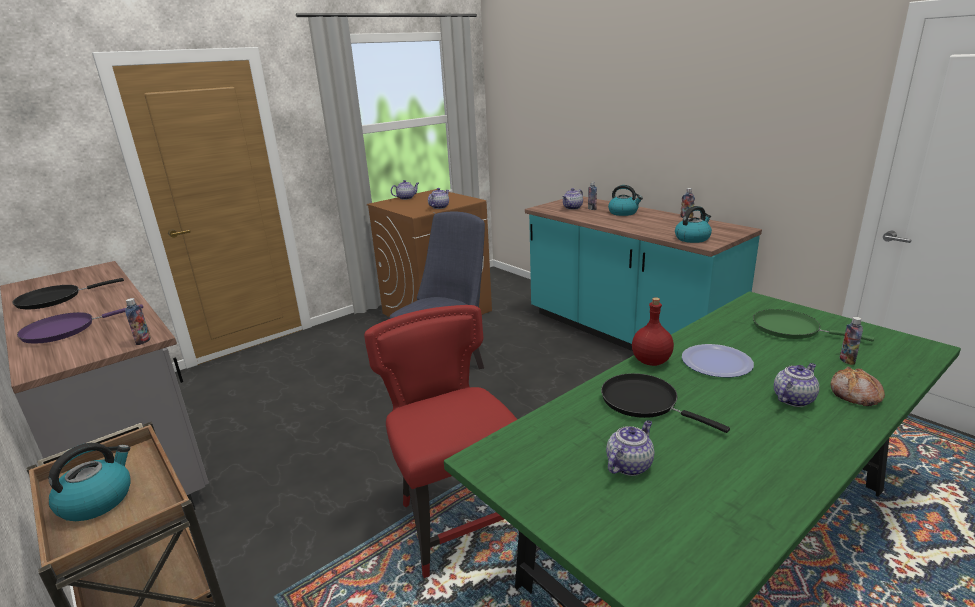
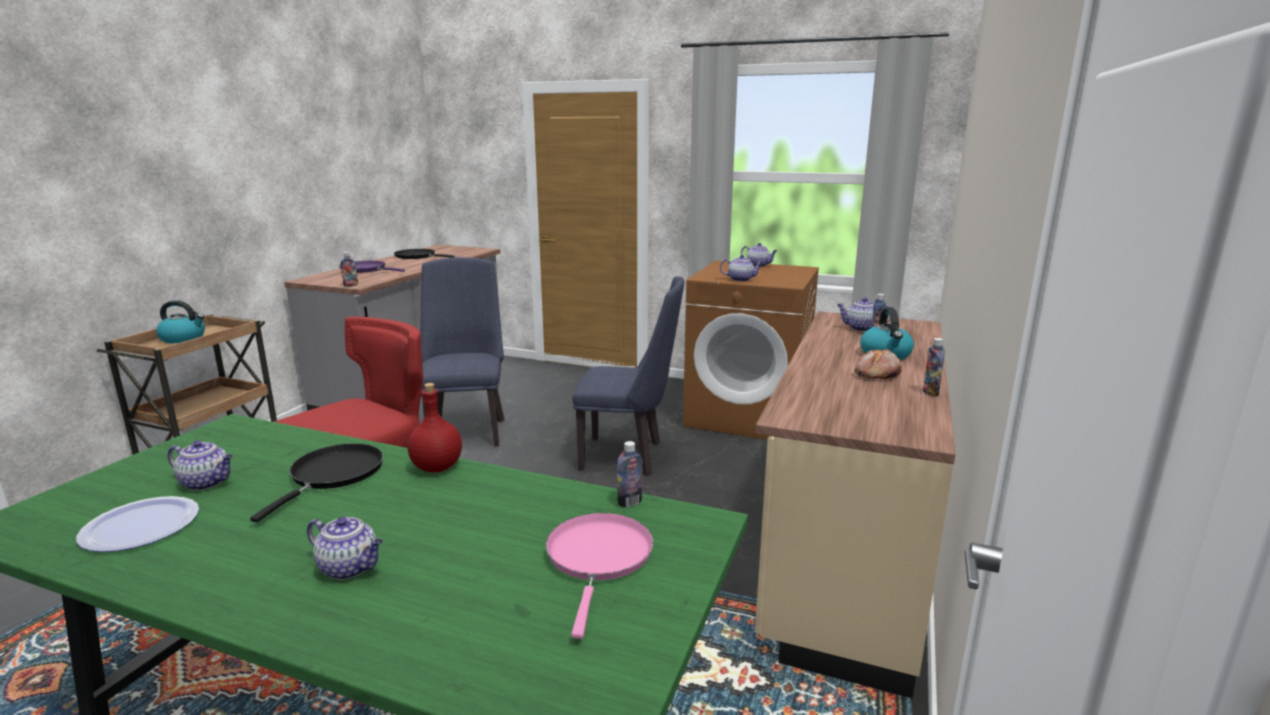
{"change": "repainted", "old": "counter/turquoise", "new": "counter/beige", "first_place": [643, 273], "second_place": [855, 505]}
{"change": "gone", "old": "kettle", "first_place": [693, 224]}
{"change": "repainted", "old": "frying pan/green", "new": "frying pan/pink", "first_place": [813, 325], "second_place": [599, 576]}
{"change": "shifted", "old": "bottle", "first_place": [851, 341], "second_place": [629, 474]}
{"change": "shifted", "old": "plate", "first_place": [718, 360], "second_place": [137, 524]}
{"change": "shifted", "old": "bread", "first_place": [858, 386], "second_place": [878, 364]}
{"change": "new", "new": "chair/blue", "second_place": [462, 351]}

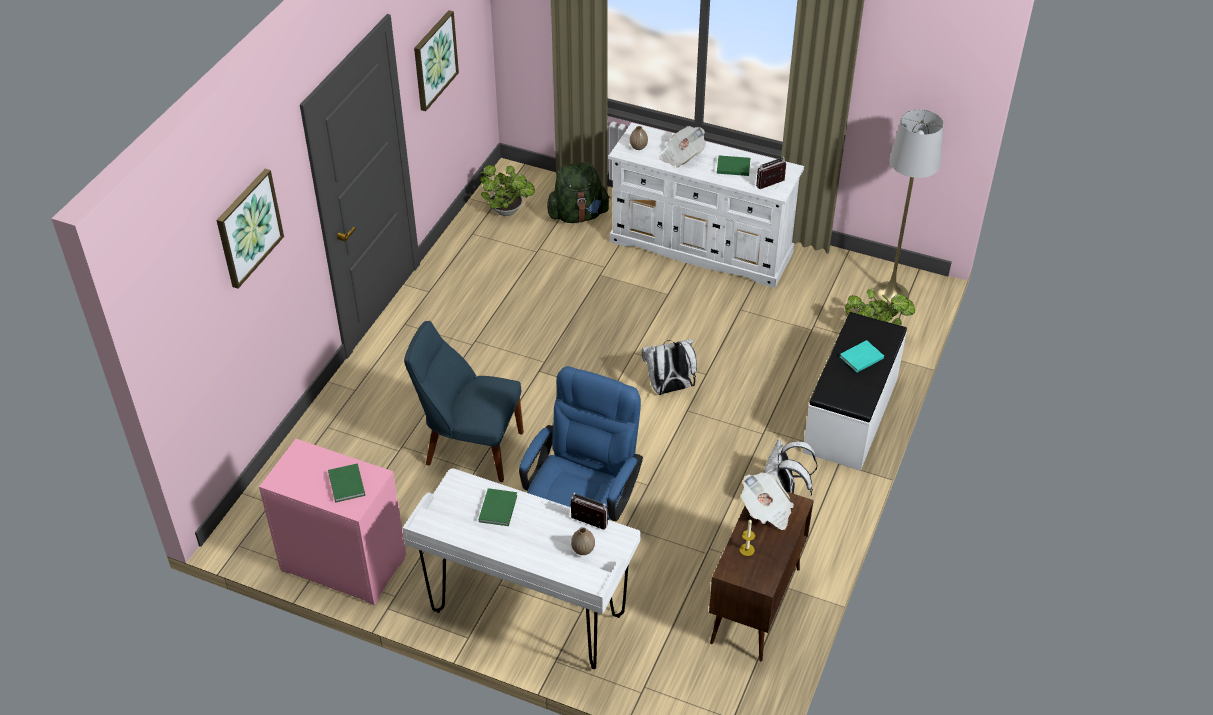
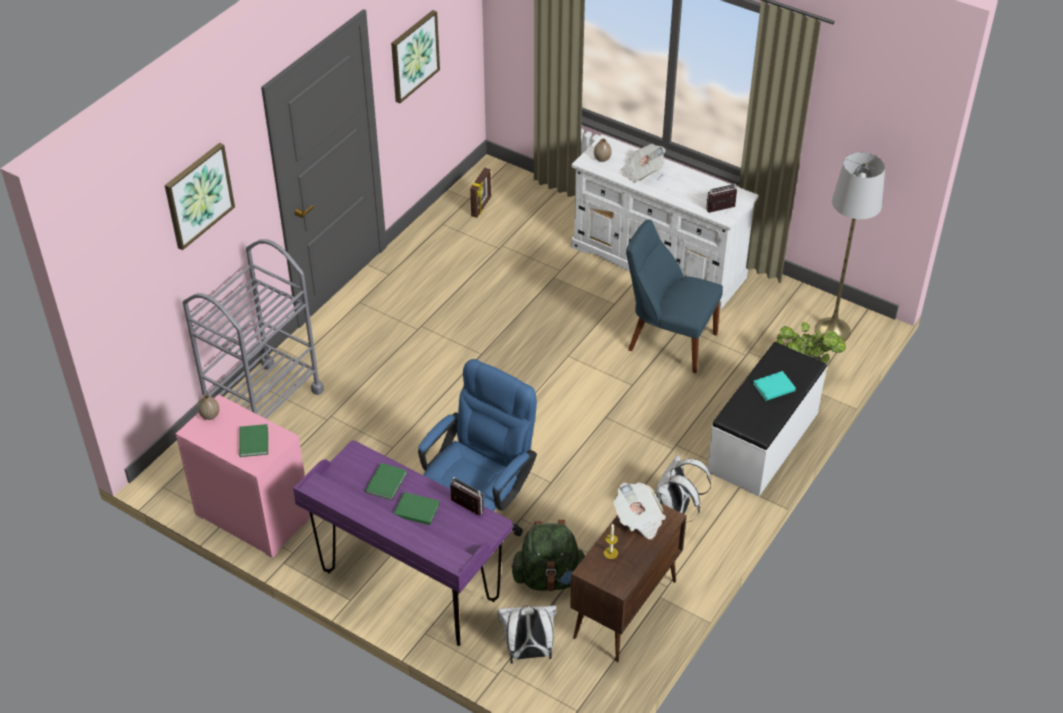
{"change": "shifted", "old": "book/green", "first_place": [733, 165], "second_place": [417, 508]}
{"change": "shifted", "old": "backpack/green", "first_place": [578, 192], "second_place": [548, 555]}
{"change": "swapped", "old": "potted plant", "new": "picture frame", "first_place": [507, 190], "second_place": [480, 193]}
{"change": "shifted", "old": "chair/blue", "first_place": [464, 401], "second_place": [674, 296]}
{"change": "shifted", "old": "backpack/white", "first_place": [669, 367], "second_place": [526, 634]}
{"change": "repainted", "old": "desk/white", "new": "desk/purple", "first_place": [522, 568], "second_place": [403, 543]}
{"change": "shifted", "old": "vase", "first_place": [583, 541], "second_place": [208, 407]}
{"change": "new", "new": "cart/grey", "second_place": [253, 329]}

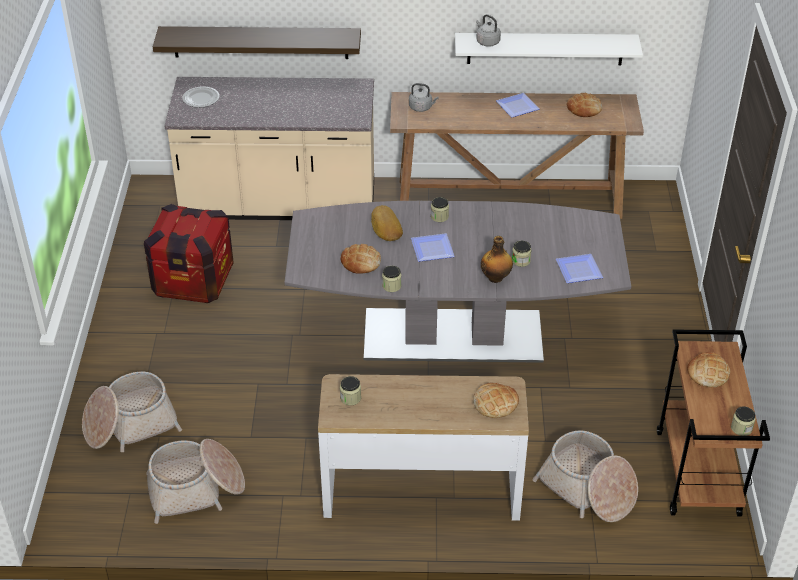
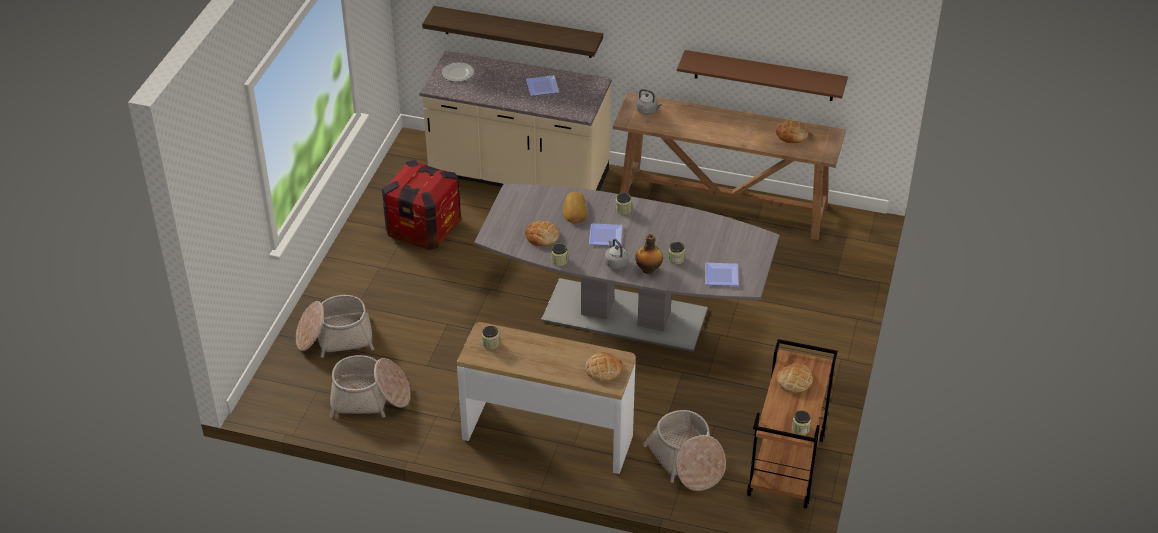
{"change": "shifted", "old": "kettle/grey", "first_place": [488, 30], "second_place": [616, 254]}
{"change": "repainted", "old": "shelf/white", "new": "shelf/brown", "first_place": [549, 49], "second_place": [762, 75]}
{"change": "shifted", "old": "plate", "first_place": [518, 105], "second_place": [542, 85]}

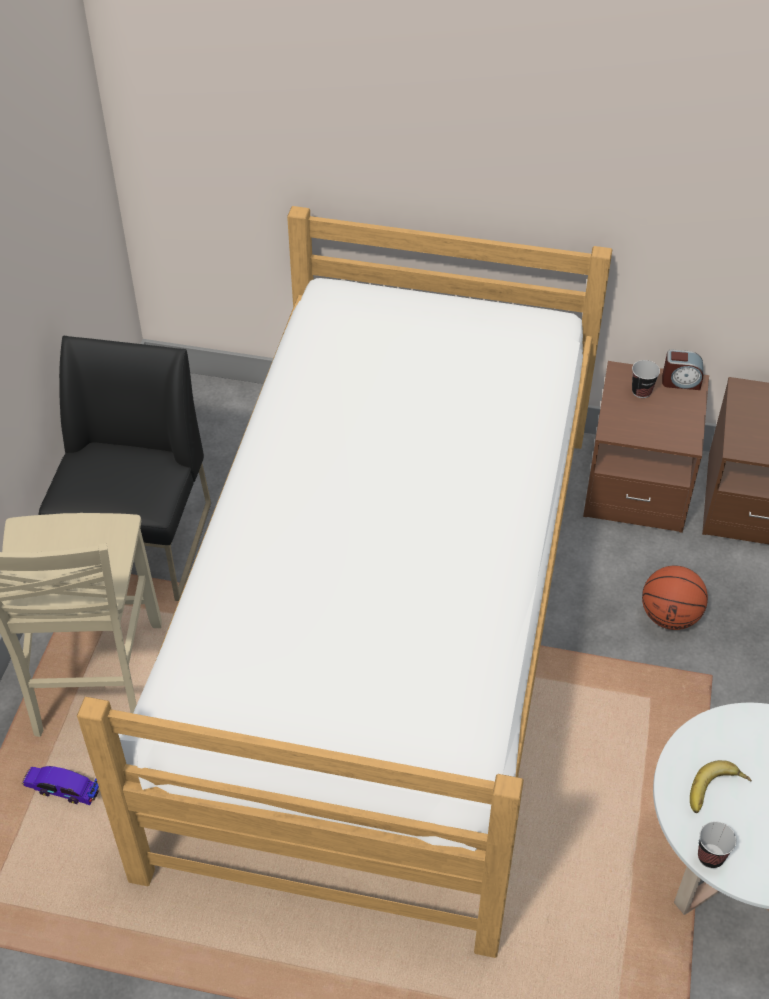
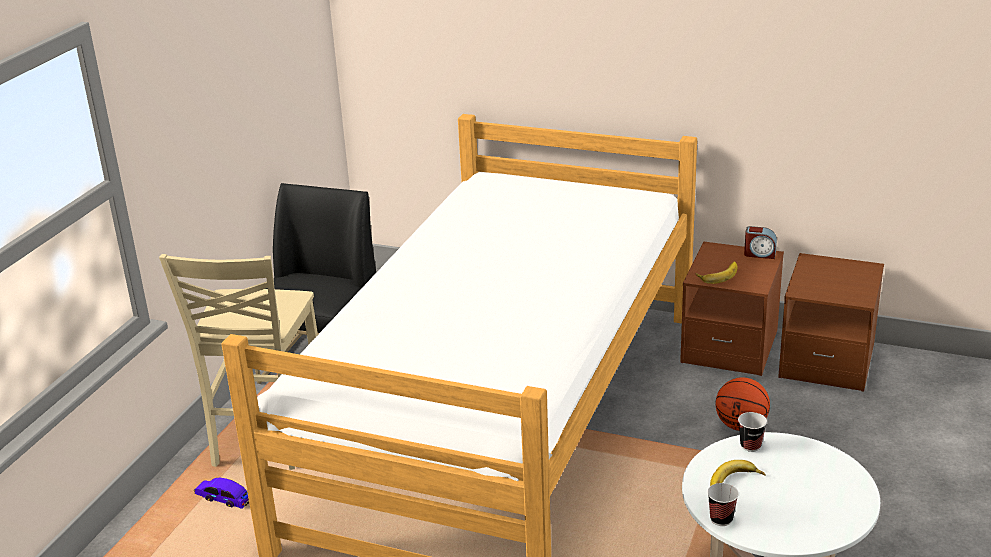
{"change": "shifted", "old": "cup", "first_place": [646, 379], "second_place": [752, 432]}
{"change": "new", "new": "banana", "second_place": [717, 272]}

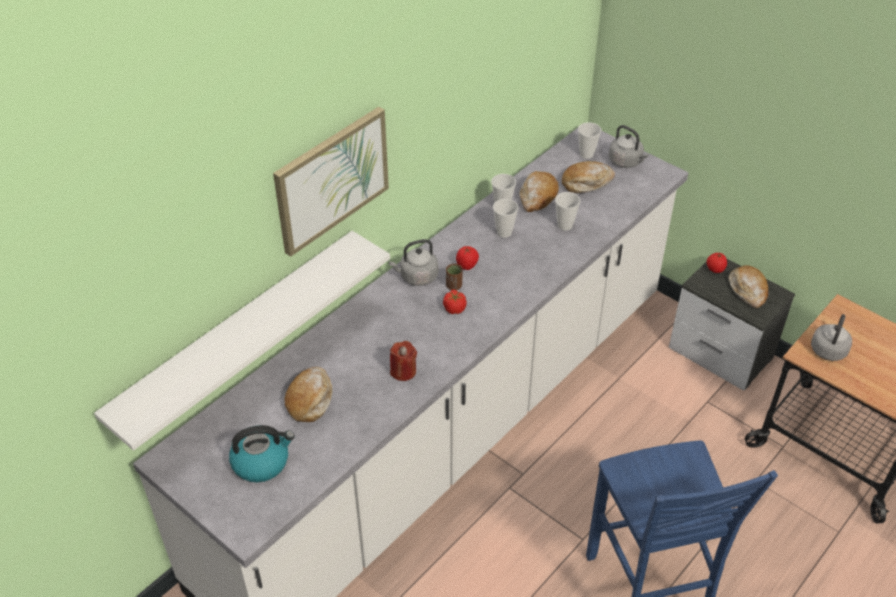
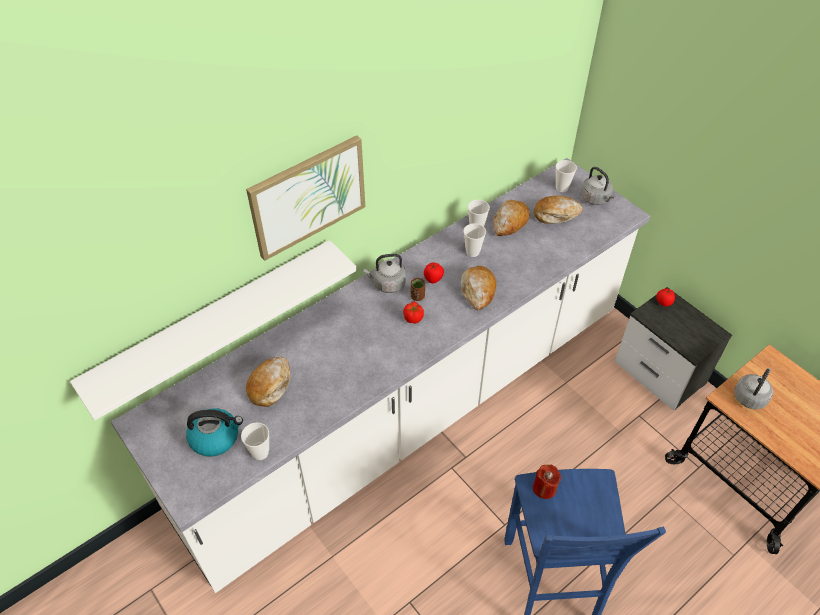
{"change": "shifted", "old": "cup", "first_place": [567, 211], "second_place": [255, 441]}
{"change": "shifted", "old": "bread", "first_place": [748, 286], "second_place": [478, 288]}
{"change": "shifted", "old": "candle/red", "first_place": [403, 361], "second_place": [547, 482]}

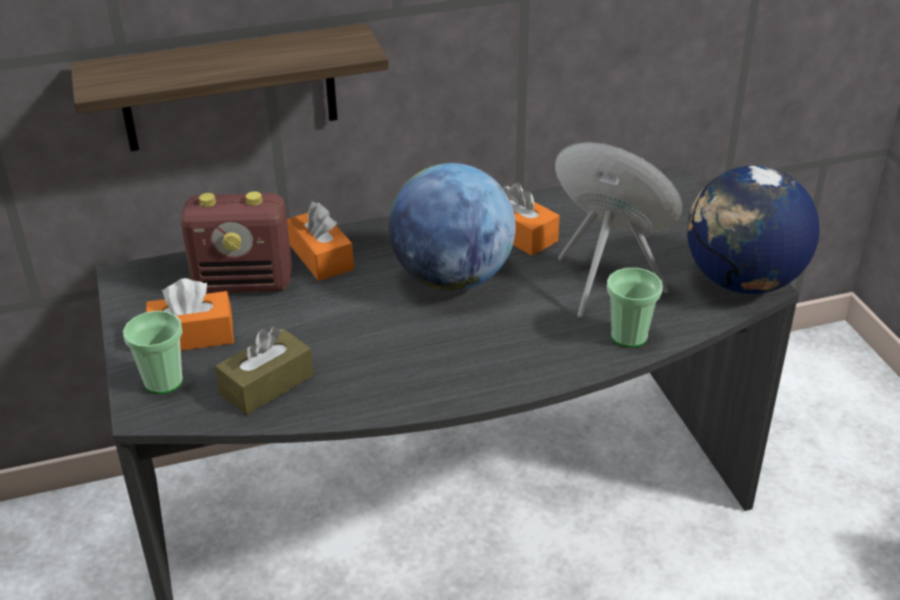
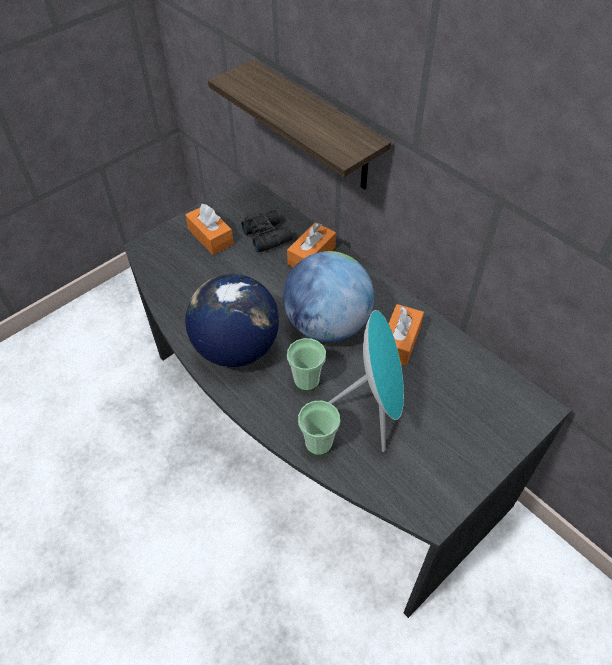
{"change": "shifted", "old": "globe", "first_place": [753, 230], "second_place": [232, 320]}
{"change": "swapped", "old": "radio", "new": "binoculars/black", "first_place": [236, 242], "second_place": [266, 231]}
{"change": "shifted", "old": "cup", "first_place": [153, 352], "second_place": [306, 364]}
{"change": "gone", "old": "tissue box/brown", "first_place": [264, 371]}

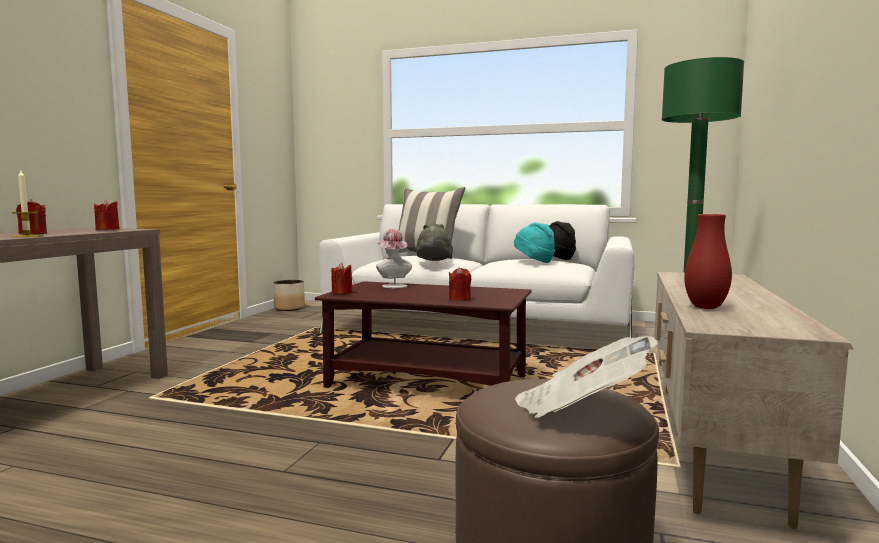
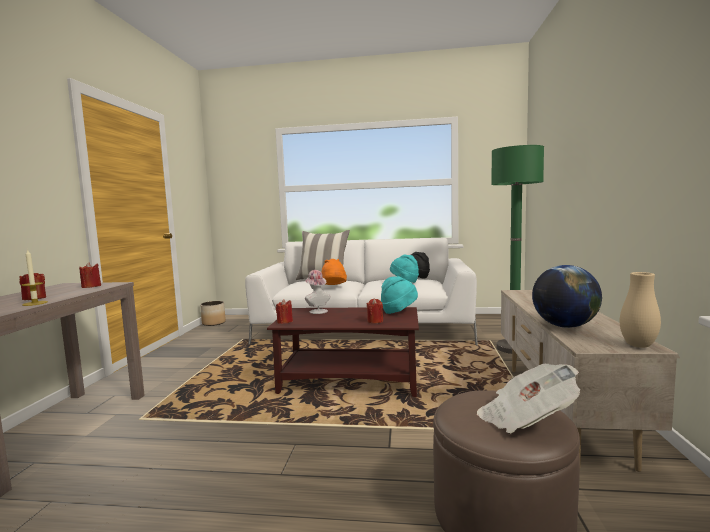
{"change": "swapped", "old": "vase/red", "new": "globe", "first_place": [708, 261], "second_place": [567, 296]}
{"change": "repainted", "old": "hat/grey", "new": "hat/orange", "first_place": [434, 242], "second_place": [334, 272]}
{"change": "new", "new": "vase/beige", "second_place": [640, 310]}
{"change": "new", "new": "hat/turquoise", "second_place": [399, 295]}

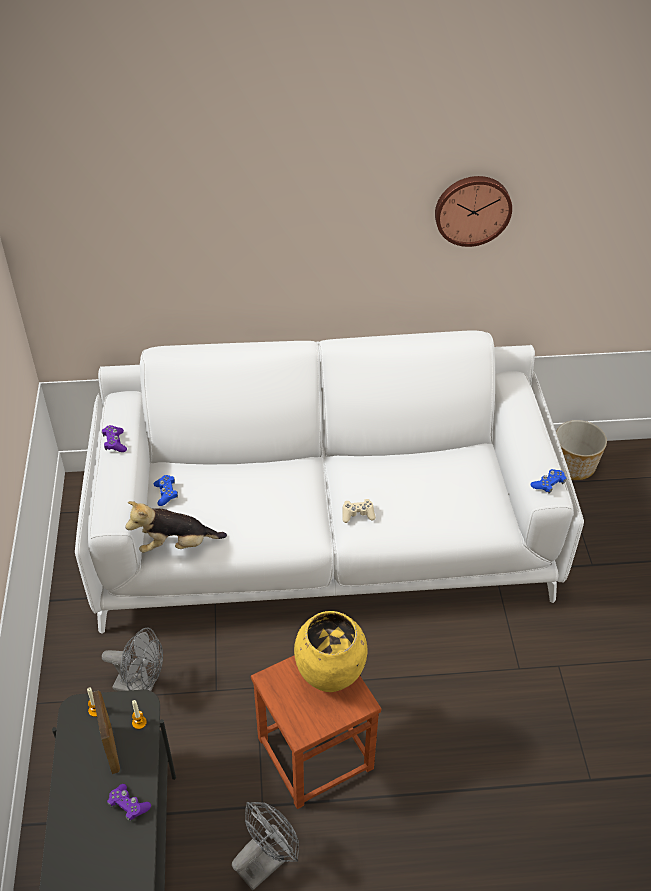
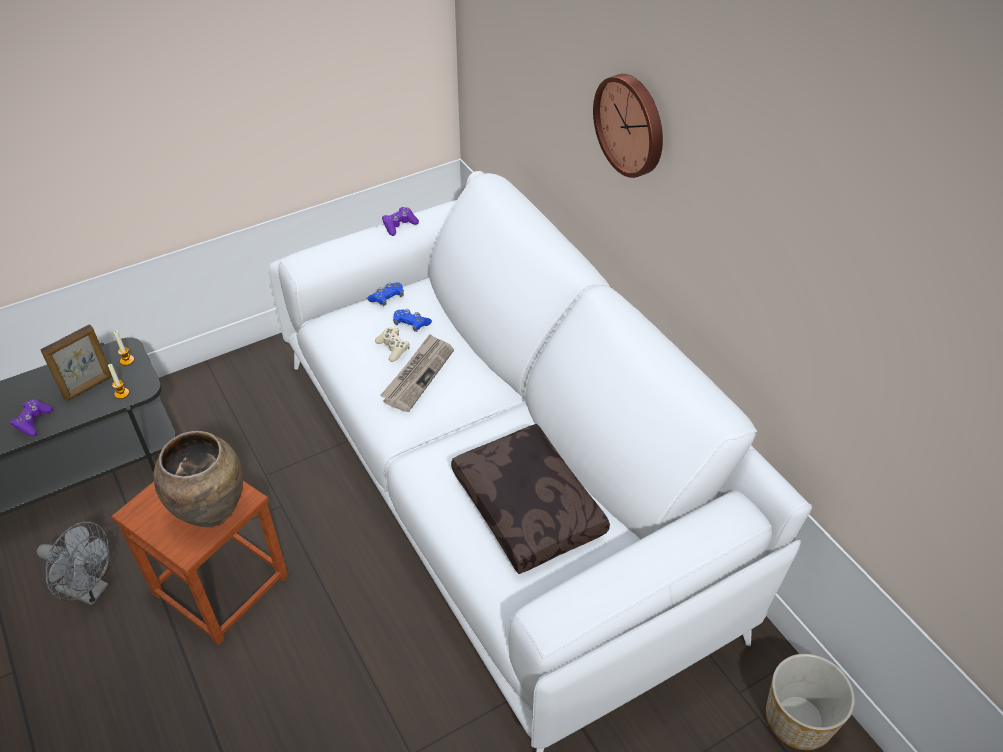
{"change": "shifted", "old": "wall clock", "first_place": [473, 211], "second_place": [628, 126]}
{"change": "shifted", "old": "game controller/blue", "first_place": [548, 481], "second_place": [412, 320]}
{"change": "shifted", "old": "game controller/beige", "first_place": [359, 511], "second_place": [392, 345]}
{"change": "gone", "old": "plush toy", "first_place": [176, 527]}
{"change": "repainted", "old": "vase/yellow", "new": "vase/brown", "first_place": [330, 651], "second_place": [198, 479]}
{"change": "gone", "old": "fan/grey", "first_place": [132, 659]}
{"change": "new", "new": "newspaper", "second_place": [417, 373]}
{"change": "new", "new": "pillow/brown", "second_place": [530, 499]}

